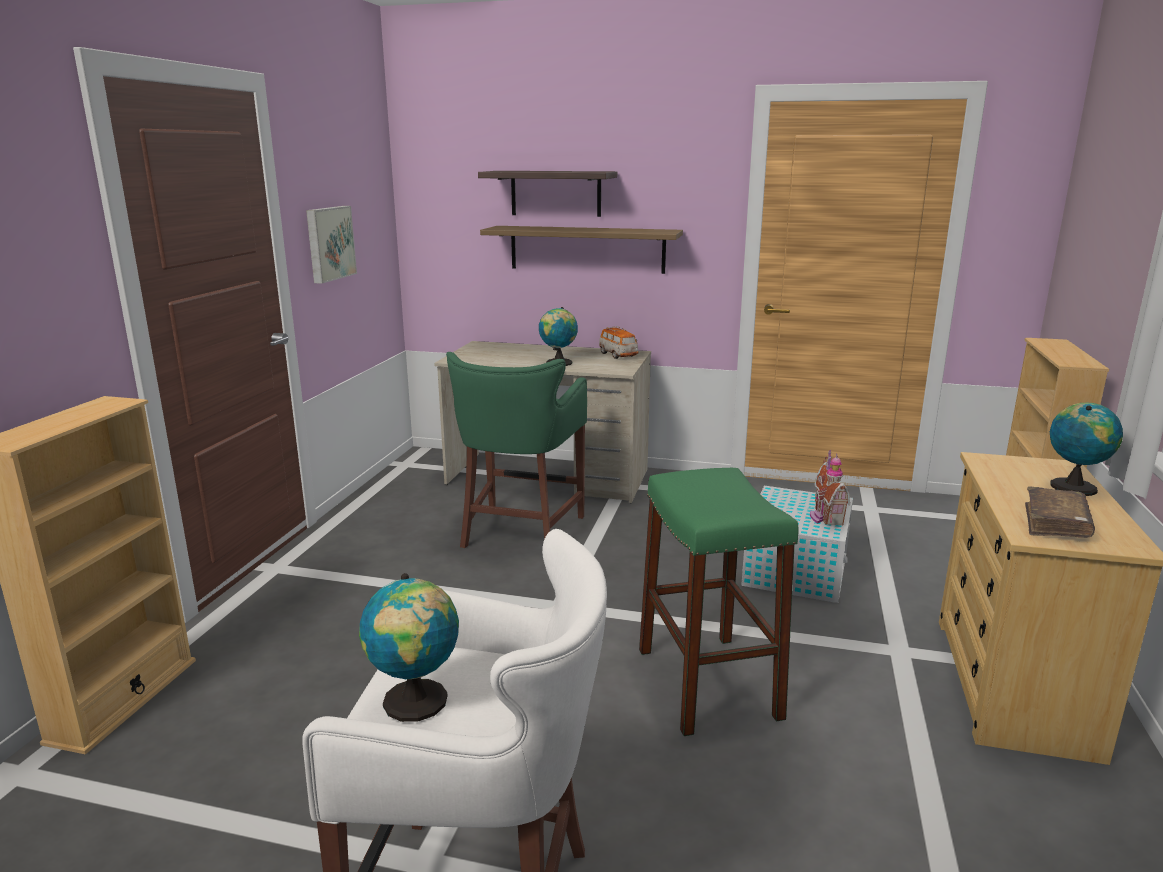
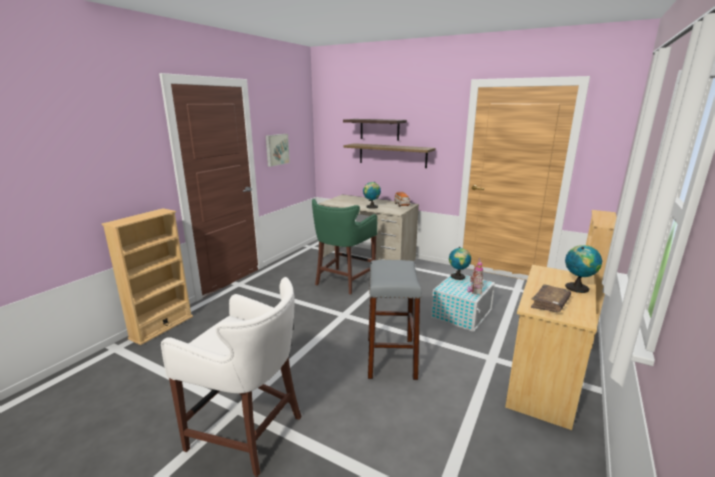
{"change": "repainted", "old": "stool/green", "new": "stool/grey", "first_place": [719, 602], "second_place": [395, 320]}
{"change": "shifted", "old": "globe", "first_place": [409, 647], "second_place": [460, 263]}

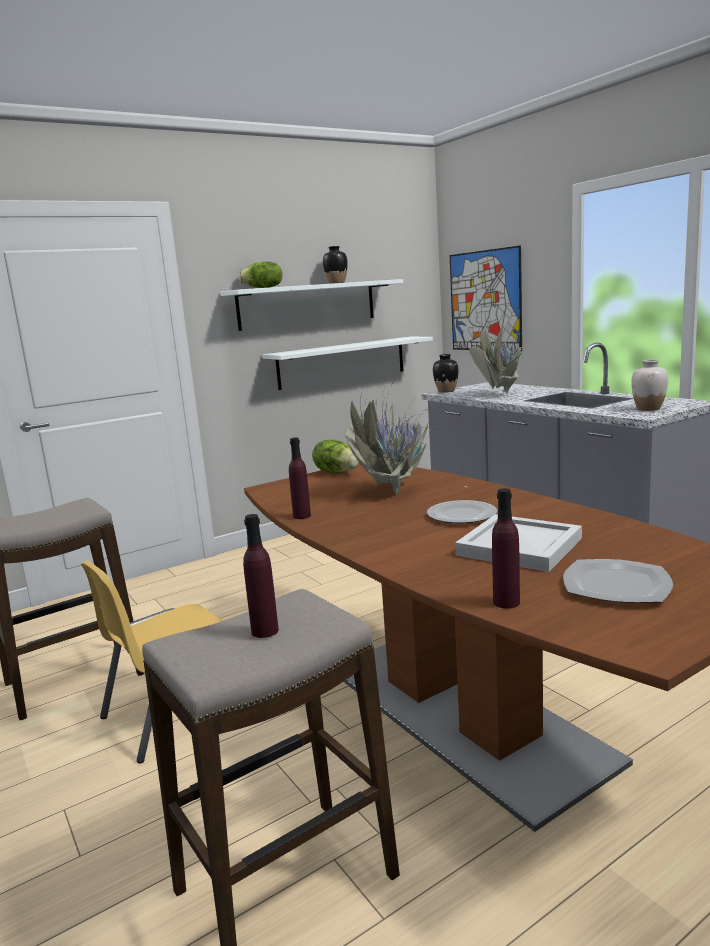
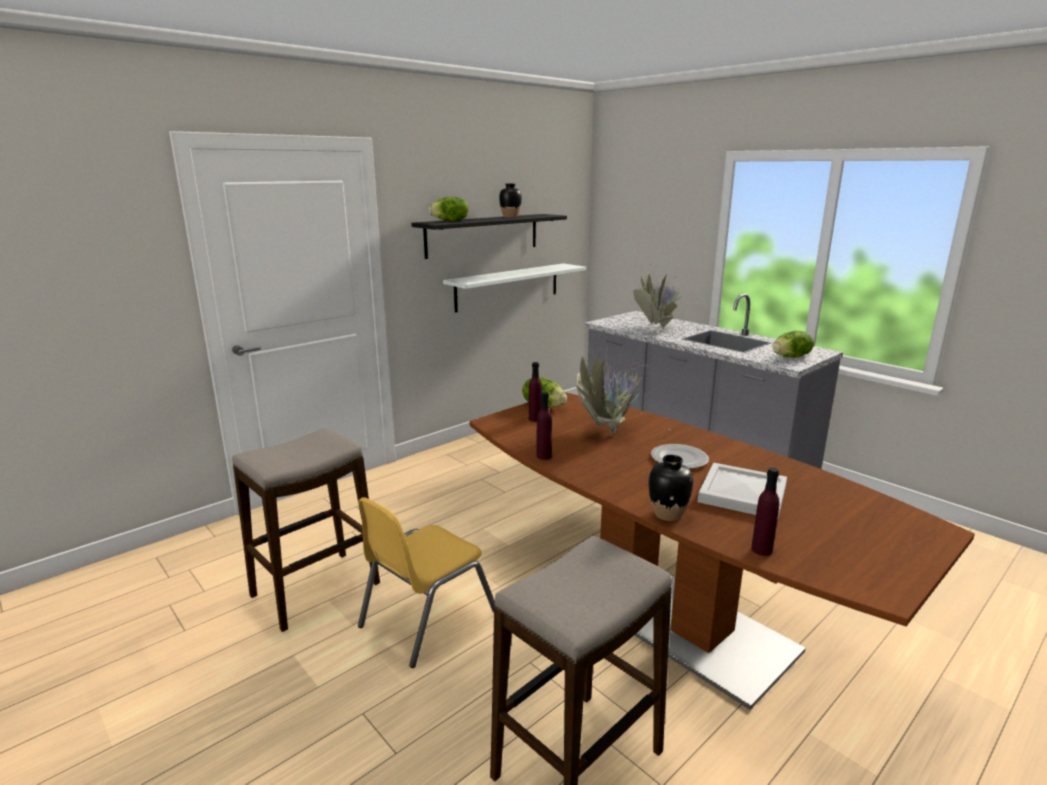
{"change": "gone", "old": "picture", "first_place": [486, 298]}
{"change": "repainted", "old": "shelf/white", "new": "shelf/black", "first_place": [311, 305], "second_place": [489, 236]}
{"change": "shifted", "old": "vase/black", "first_place": [445, 373], "second_place": [670, 488]}
{"change": "swapped", "old": "vase/white", "new": "lettuce", "first_place": [649, 385], "second_place": [793, 344]}
{"change": "shifted", "old": "bottle/purple", "first_place": [261, 576], "second_place": [535, 392]}
{"change": "gone", "old": "plate", "first_place": [618, 581]}

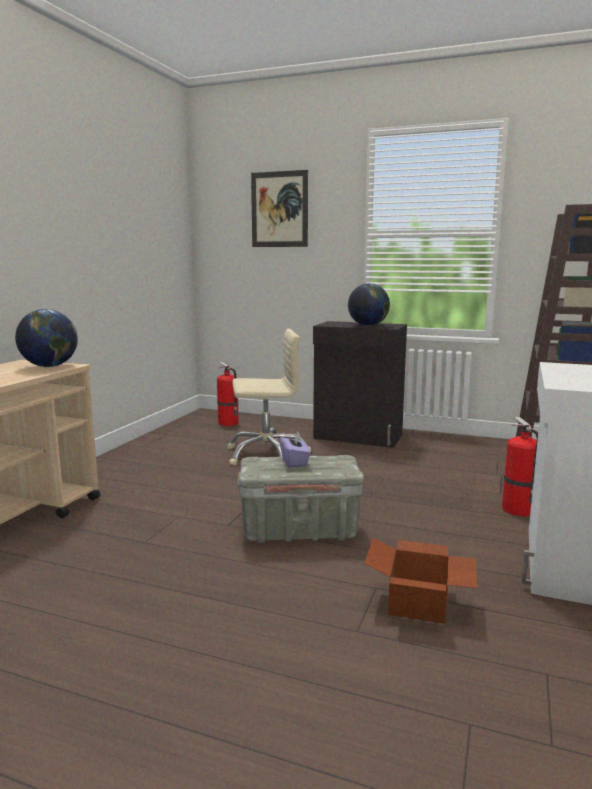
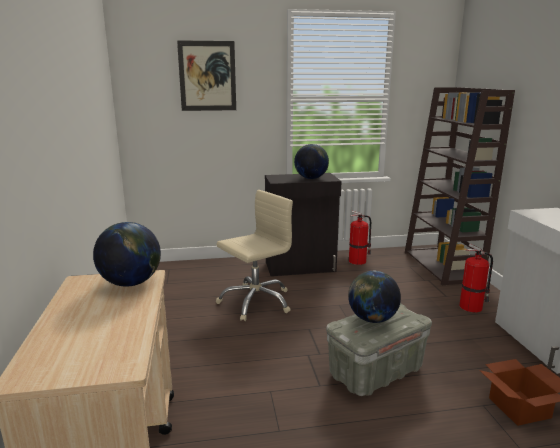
{"change": "shifted", "old": "fire extinguisher", "first_place": [228, 394], "second_place": [360, 238]}
{"change": "swapped", "old": "tissue box/purple", "new": "globe", "first_place": [295, 449], "second_place": [374, 296]}

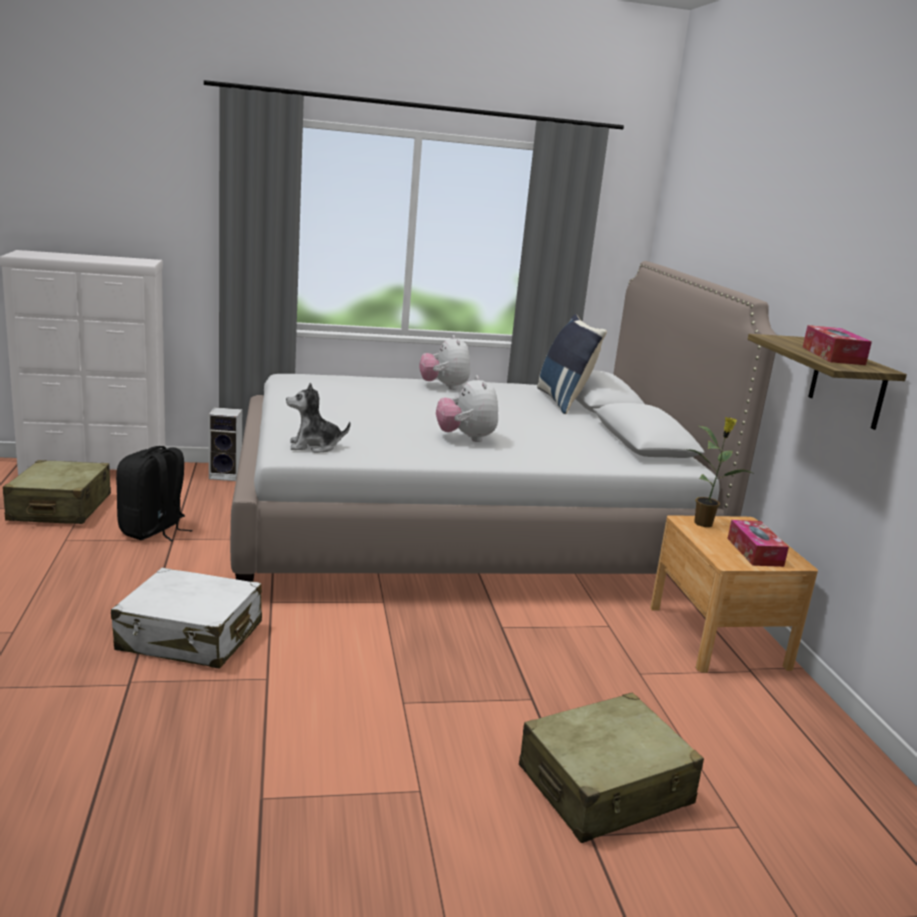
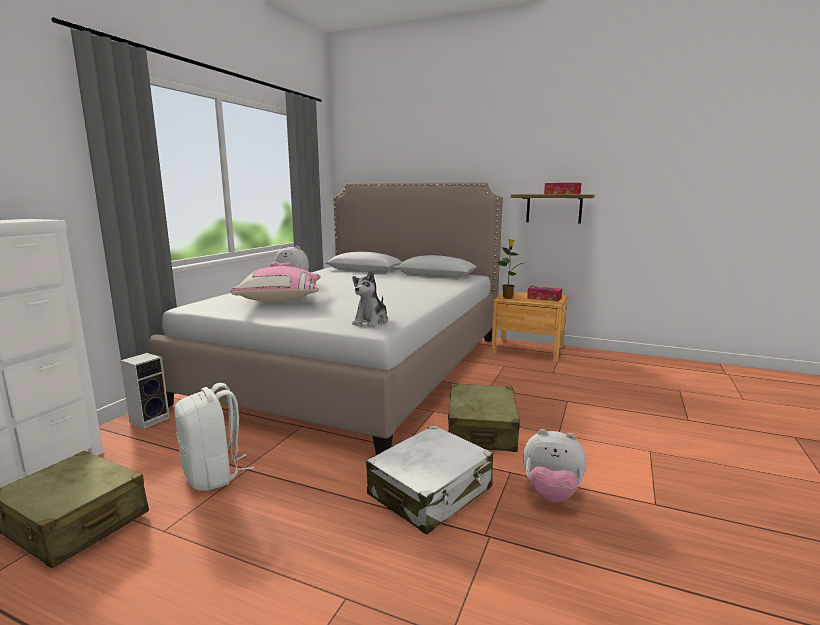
{"change": "gone", "old": "pillow/blue", "first_place": [572, 364]}
{"change": "shifted", "old": "plush toy", "first_place": [467, 408], "second_place": [555, 466]}
{"change": "repainted", "old": "backpack/black", "new": "backpack/white", "first_place": [154, 494], "second_place": [214, 437]}
{"change": "shifted", "old": "suitcase/beige", "first_place": [611, 768], "second_place": [484, 418]}
{"change": "new", "new": "pillow/pink", "second_place": [275, 284]}

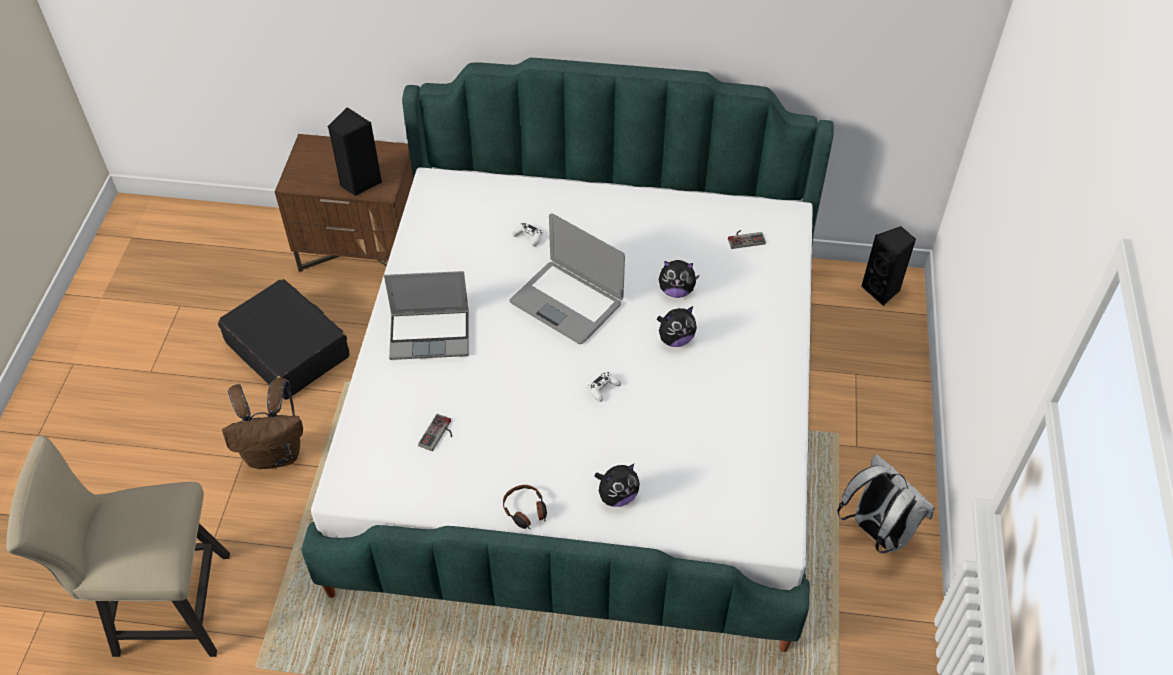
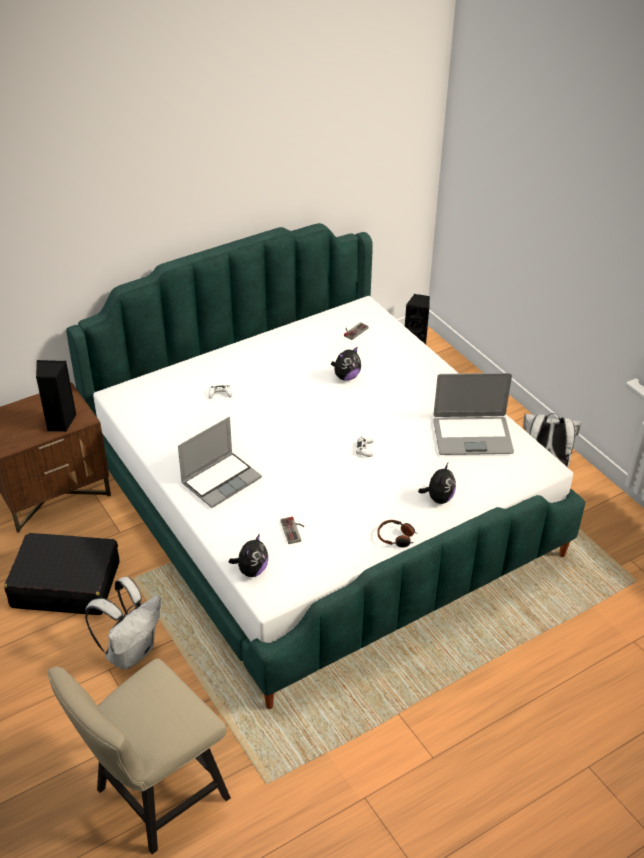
{"change": "shifted", "old": "laptop", "first_place": [567, 278], "second_place": [473, 414]}
{"change": "shifted", "old": "plush toy", "first_place": [677, 326], "second_place": [248, 555]}
{"change": "repainted", "old": "backpack/brown", "new": "backpack/white", "first_place": [262, 423], "second_place": [123, 623]}

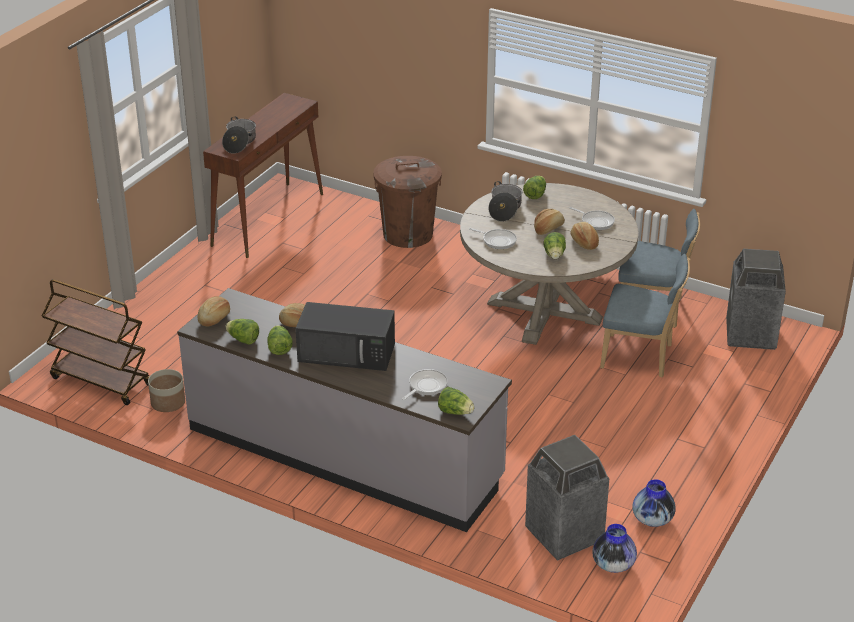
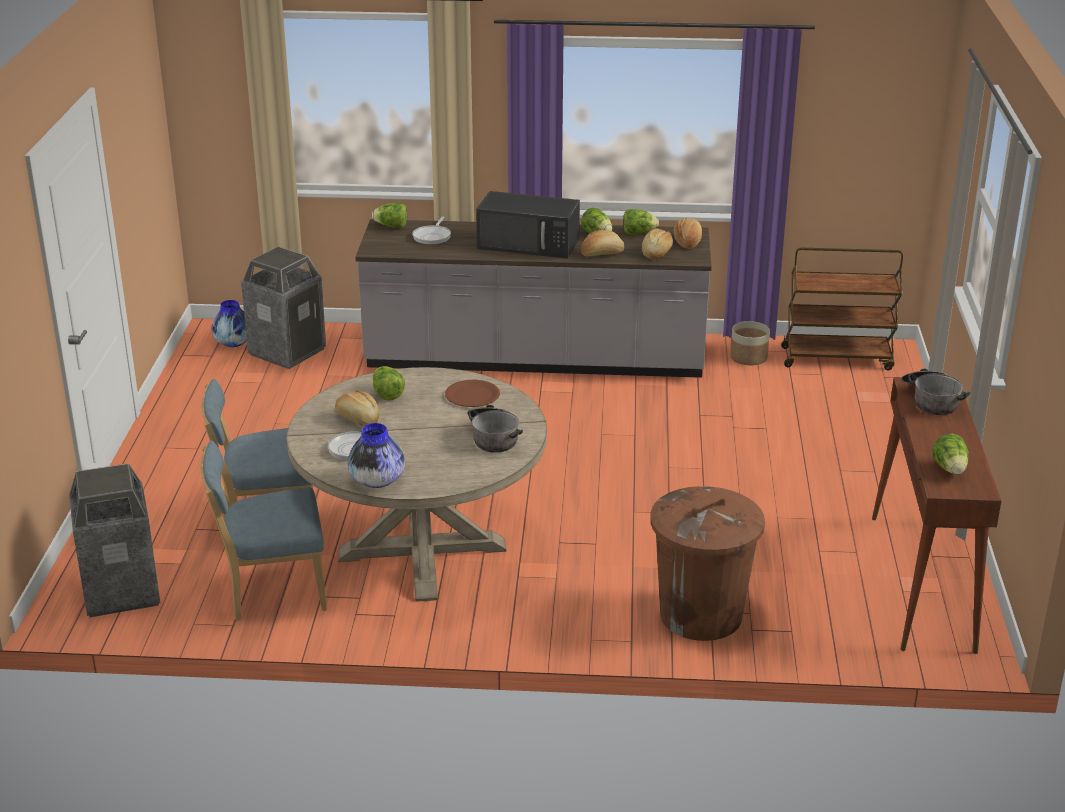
{"change": "shifted", "old": "lettuce", "first_place": [534, 187], "second_place": [950, 454]}
{"change": "shifted", "old": "bread", "first_place": [549, 222], "second_place": [657, 244]}
{"change": "swapped", "old": "frying pan", "new": "plate/brown", "first_place": [493, 238], "second_place": [472, 393]}
{"change": "rotated", "old": "microwave/black", "first_place": [345, 336], "second_place": [528, 225], "degrees": -150}
{"change": "shifted", "old": "vase", "first_place": [654, 503], "second_place": [376, 455]}

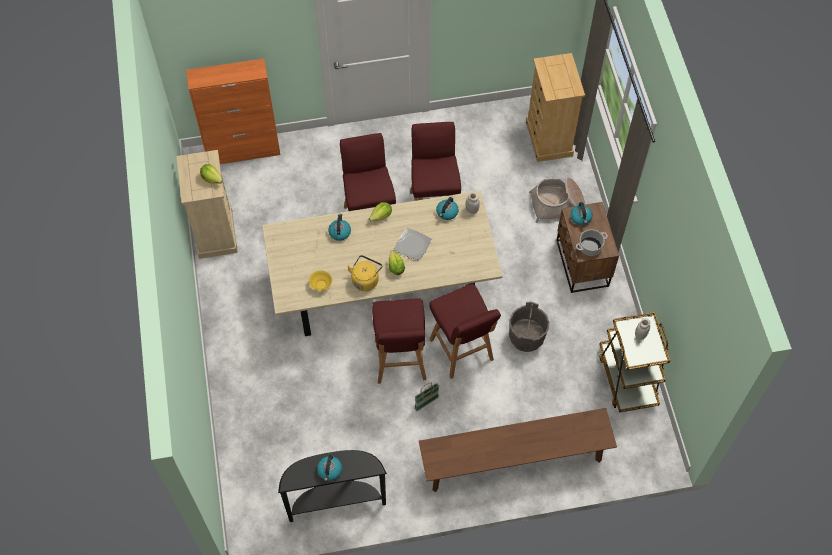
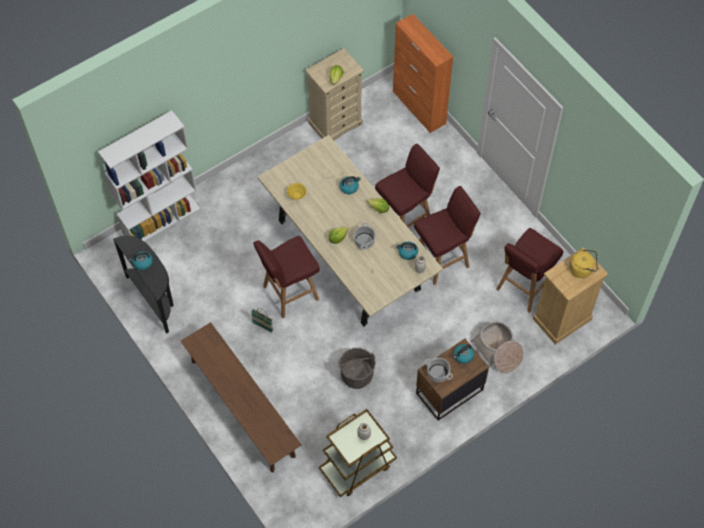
{"change": "swapped", "old": "plate", "new": "cooking pot", "first_place": [412, 244], "second_place": [365, 236]}
{"change": "shifted", "old": "kettle/yellow", "first_place": [364, 273], "second_place": [583, 262]}
{"change": "shifted", "old": "stool/red", "first_place": [465, 331], "second_place": [529, 270]}
{"change": "new", "new": "bookcase/white", "second_place": [149, 176]}

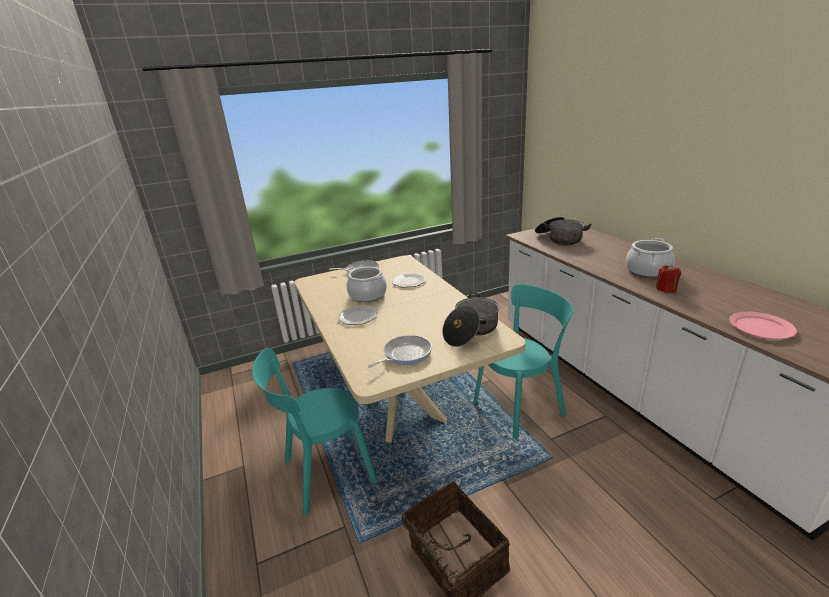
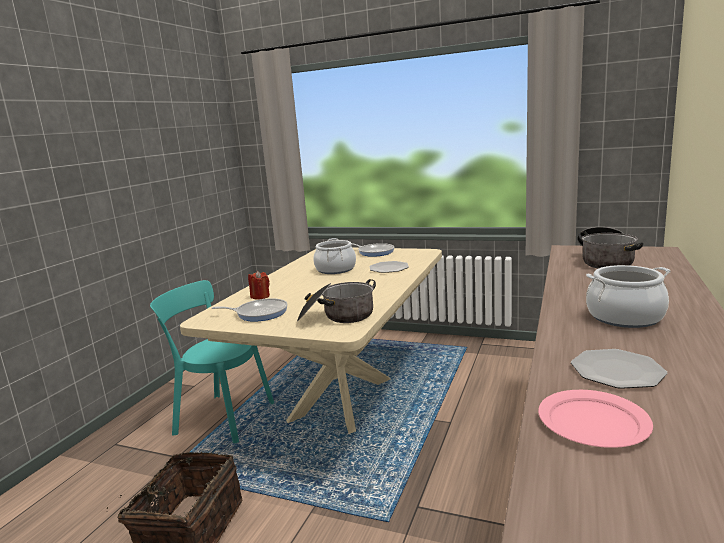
{"change": "shifted", "old": "candle/red", "first_place": [668, 279], "second_place": [259, 285]}
{"change": "gone", "old": "chair/turquoise", "first_place": [523, 361]}
{"change": "shifted", "old": "plate", "first_place": [357, 315], "second_place": [619, 369]}

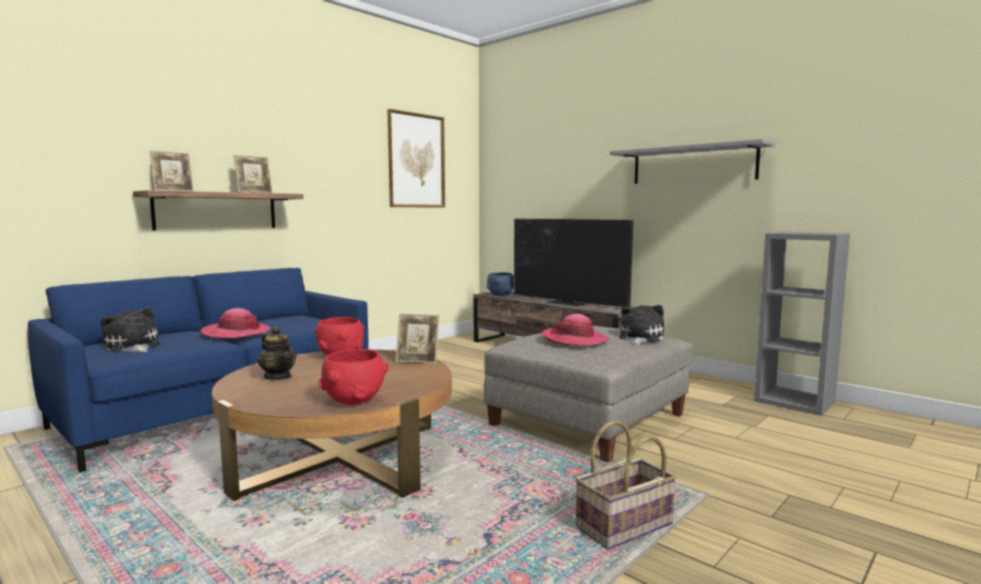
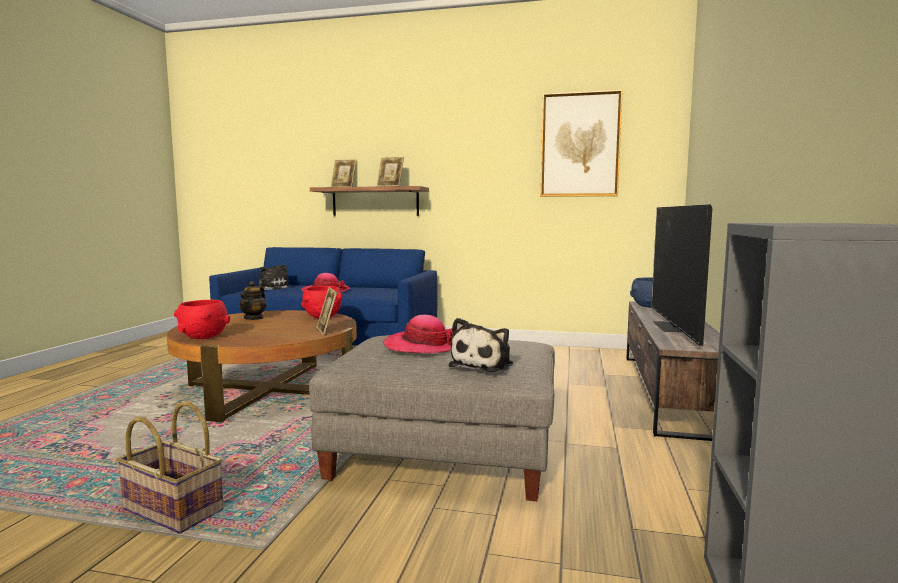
{"change": "gone", "old": "shelf/grey", "first_place": [692, 161]}
{"change": "rotated", "old": "plush toy", "first_place": [641, 325], "second_place": [481, 345], "degrees": 120}

